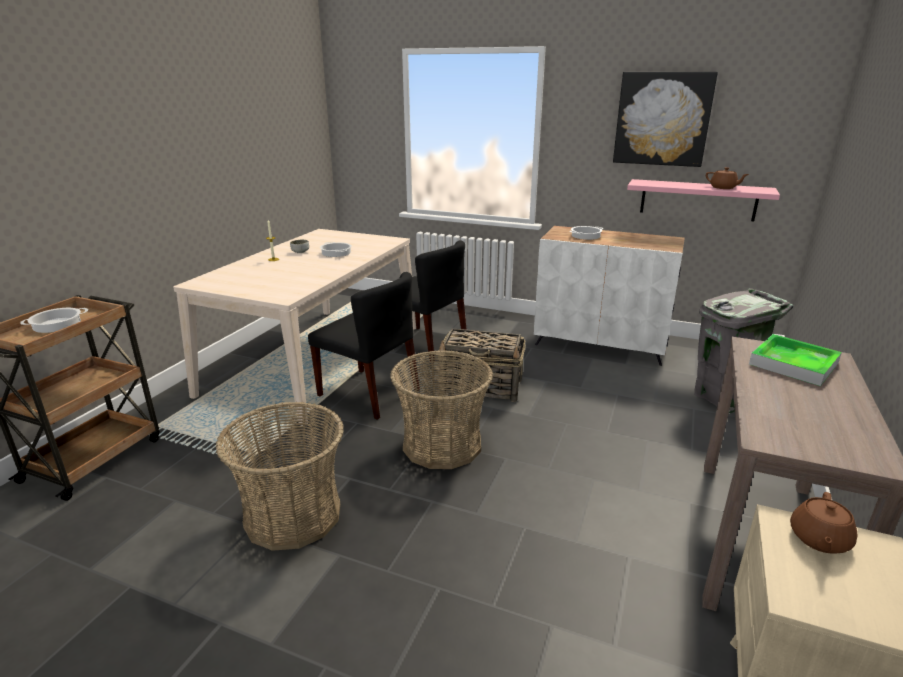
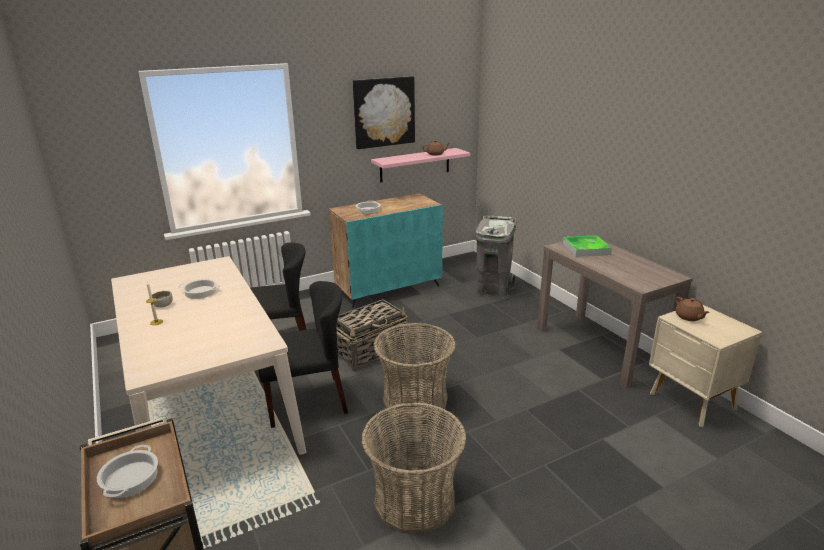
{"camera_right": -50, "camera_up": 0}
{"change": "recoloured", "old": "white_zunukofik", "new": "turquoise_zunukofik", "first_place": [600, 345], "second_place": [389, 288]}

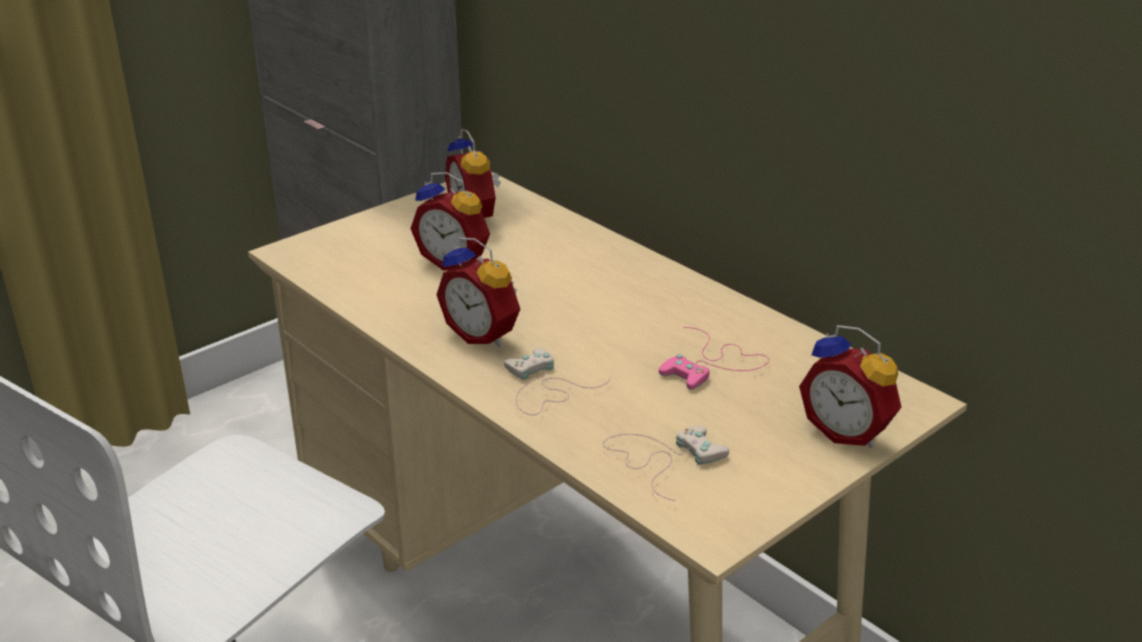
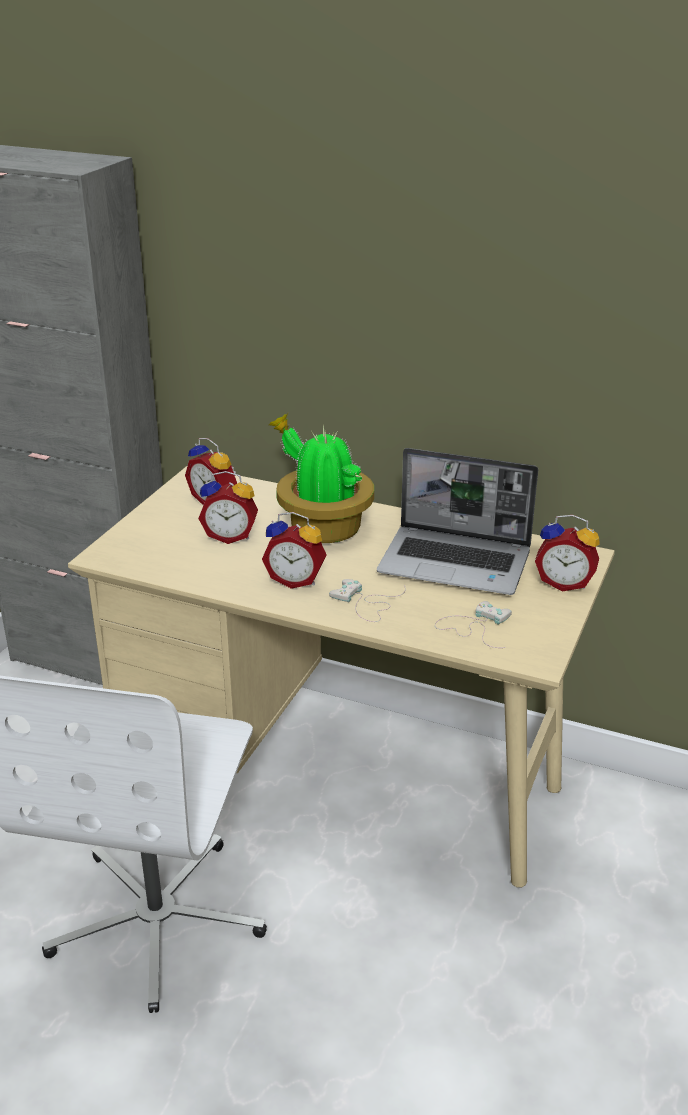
{"camera_right": -25, "camera_up": 0}
{"change": "replaced", "old": "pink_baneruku", "new": "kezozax", "first_place": [713, 364], "second_place": [457, 563]}
{"change": "added", "new": "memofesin", "second_place": [322, 528]}

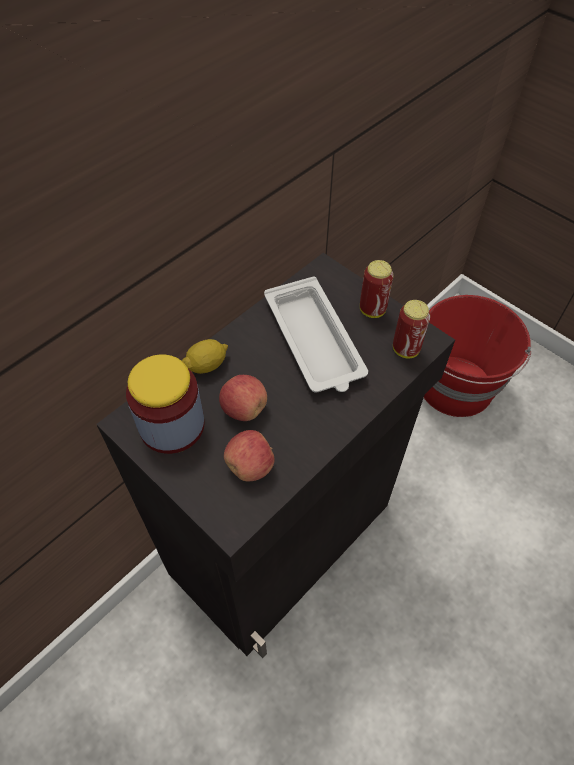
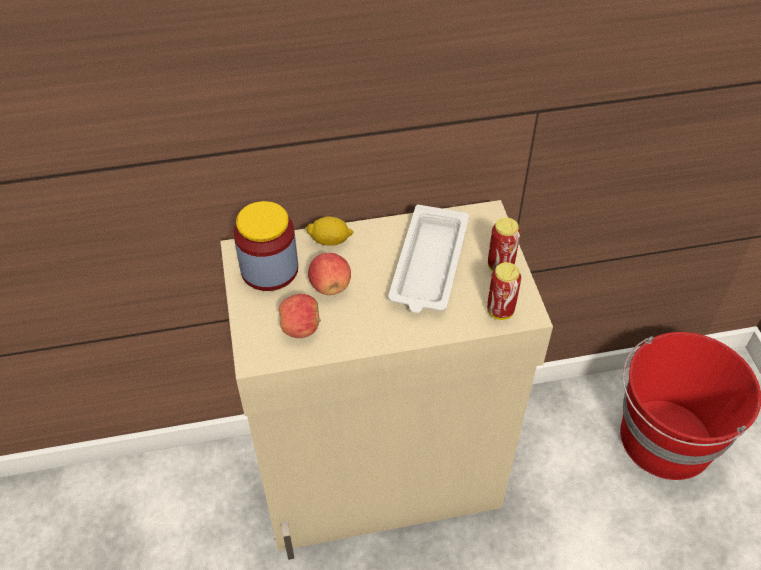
{"camera_right": 35, "camera_up": -5}
{"change": "recoloured", "old": "black_zunukofik", "new": "beige_zunukofik", "first_place": [285, 540], "second_place": [381, 477]}

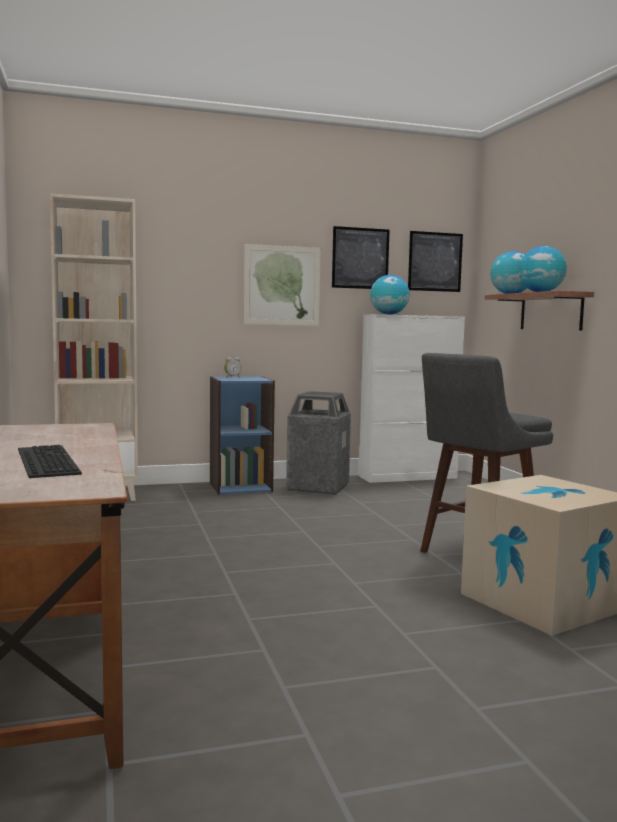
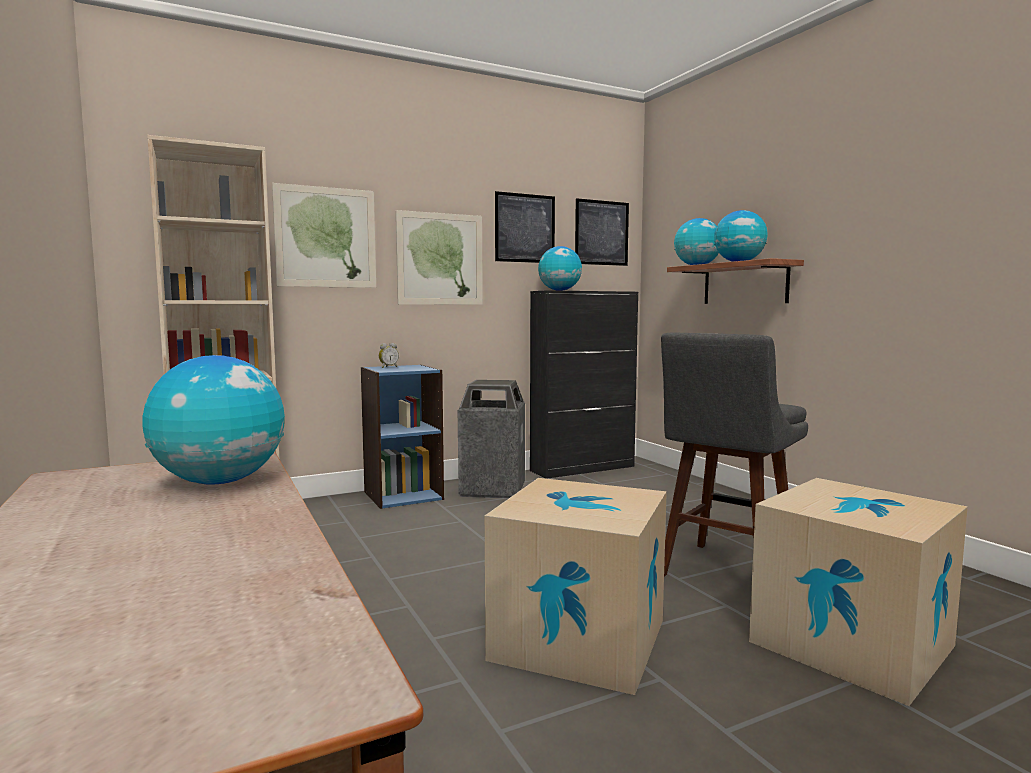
{"camera_right": -10, "camera_up": 0}
{"change": "removed", "old": "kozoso", "first_place": [43, 461]}
{"change": "recoloured", "old": "white_zunukofik", "new": "black_zunukofik", "first_place": [408, 477], "second_place": [583, 468]}
{"change": "added", "new": "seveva", "second_place": [220, 482]}
{"change": "added", "new": "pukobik", "second_place": [326, 237]}
{"change": "added", "new": "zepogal", "second_place": [579, 639]}

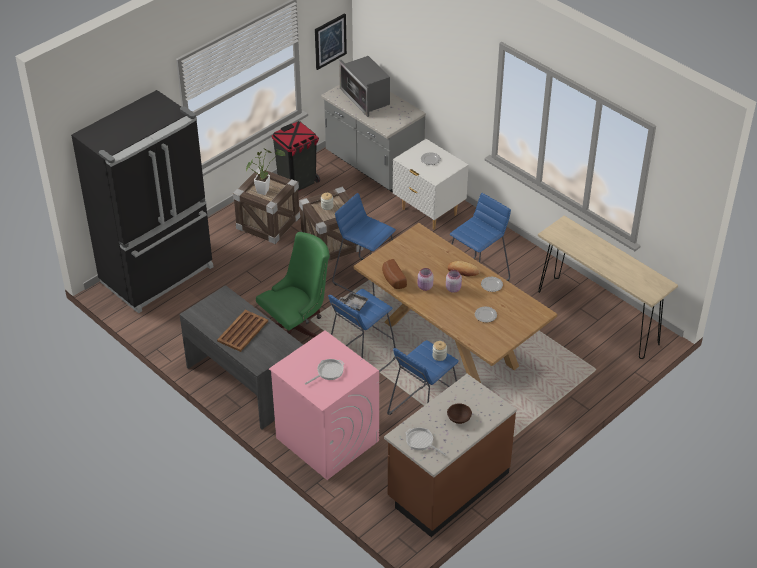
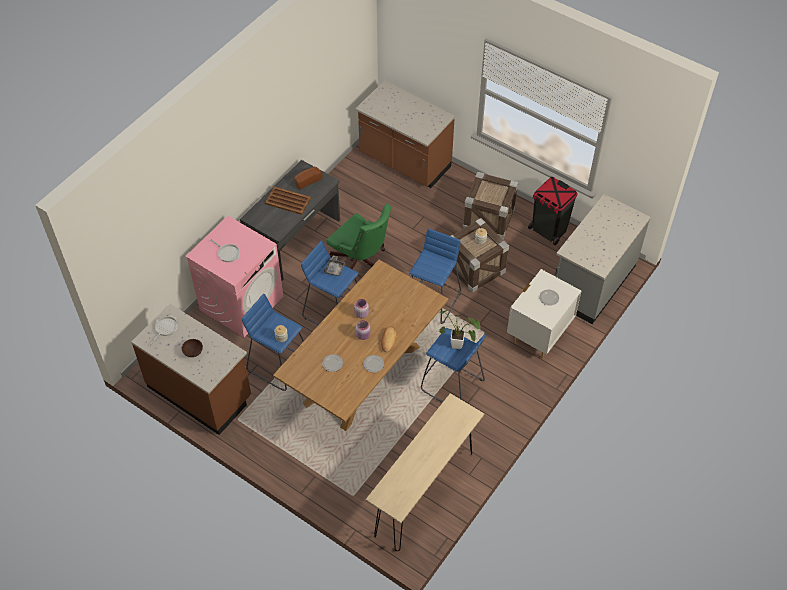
{"camera_right": 80, "camera_up": 10}
{"change": "replaced", "old": "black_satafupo", "new": "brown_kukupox", "first_place": [159, 275], "second_place": [404, 162]}
{"change": "moved", "old": "memofesin", "first_place": [264, 190], "second_place": [459, 345]}
{"change": "removed", "old": "pukobik", "first_place": [330, 41]}
{"change": "removed", "old": "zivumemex", "first_place": [366, 98]}
{"change": "moved", "old": "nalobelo", "first_place": [392, 280], "second_place": [307, 180]}

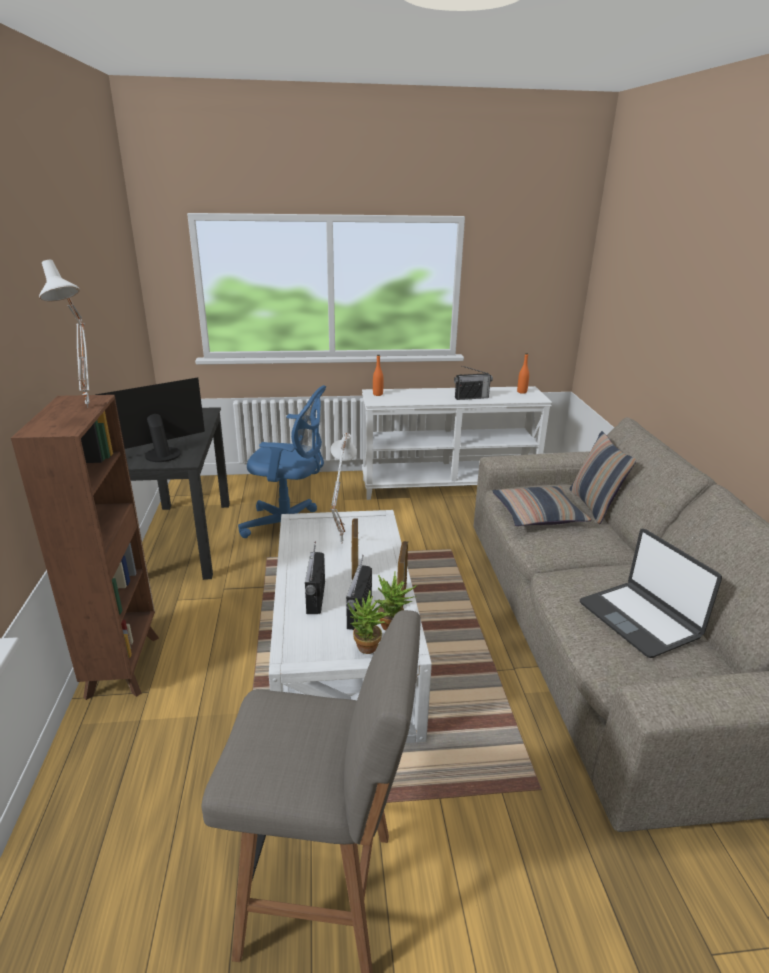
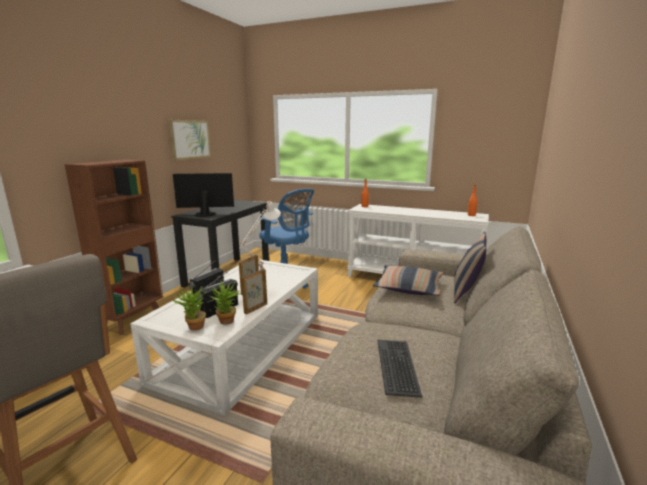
{"camera_right": 30, "camera_up": -10}
{"change": "removed", "old": "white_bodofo", "first_place": [91, 406]}
{"change": "removed", "old": "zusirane", "first_place": [471, 397]}
{"change": "replaced", "old": "kezozax", "new": "kozoso", "first_place": [640, 619], "second_place": [398, 366]}
{"change": "added", "new": "pukobik", "second_place": [189, 139]}

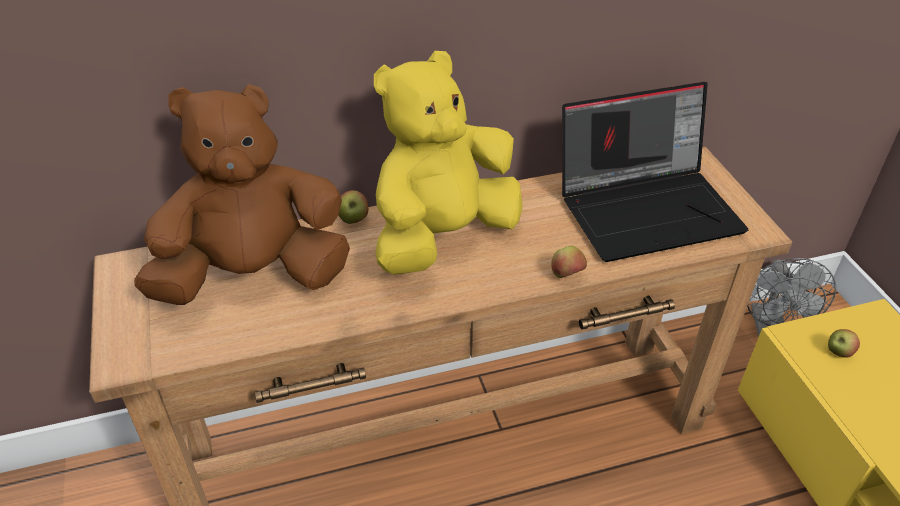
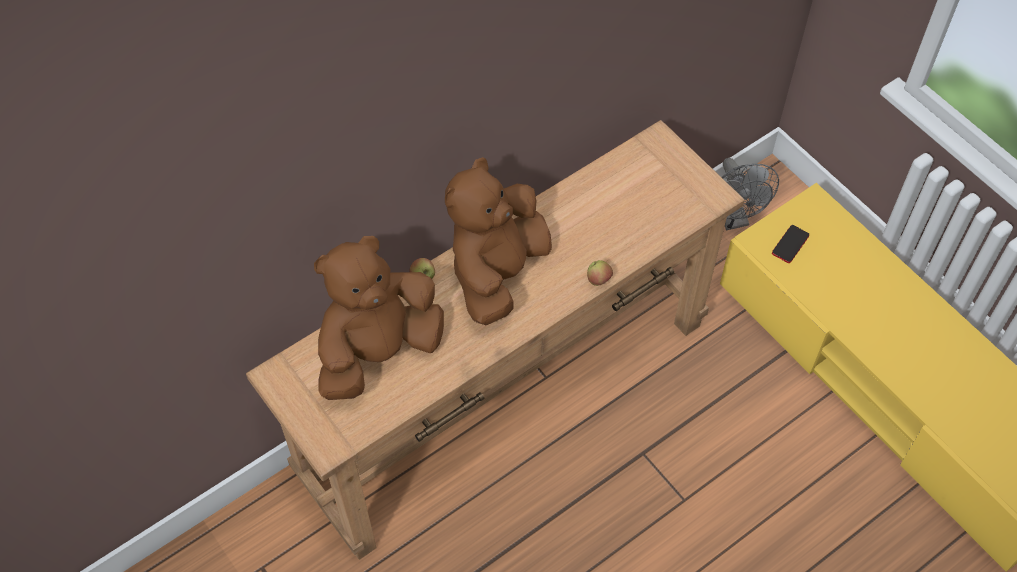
{"camera_right": -20, "camera_up": 15}
{"change": "recoloured", "old": "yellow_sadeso", "new": "brown_sadeso", "first_place": [442, 236], "second_place": [497, 273]}
{"change": "removed", "old": "kezozax", "first_place": [648, 208]}
{"change": "replaced", "old": "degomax", "new": "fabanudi", "first_place": [838, 352], "second_place": [790, 244]}

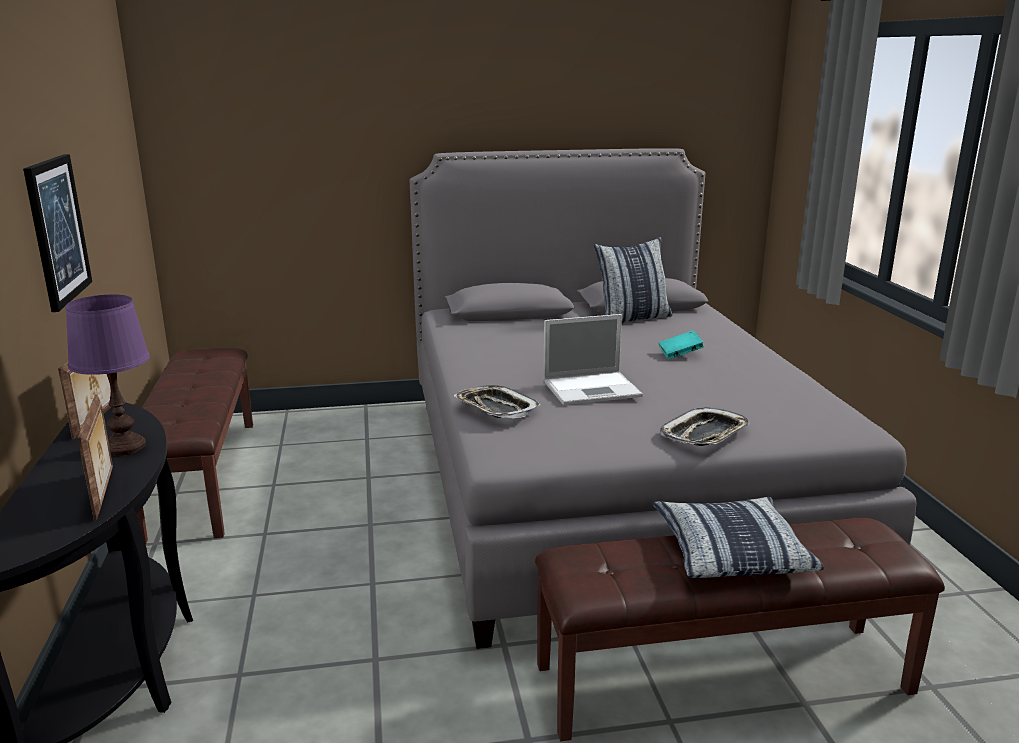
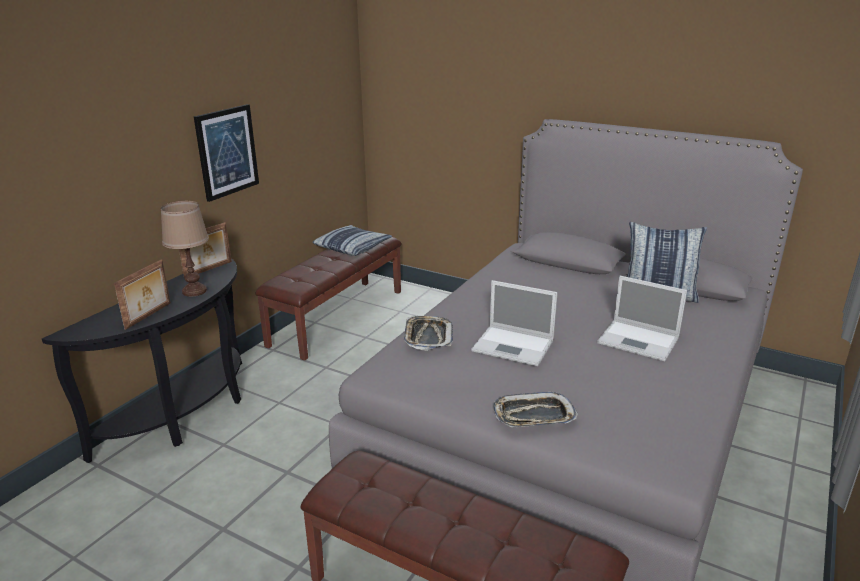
{"camera_right": 40, "camera_up": 5}
{"change": "recoloured", "old": "purple_bodofo", "new": "brown_bodofo", "first_place": [124, 447], "second_place": [194, 291]}
{"change": "moved", "old": "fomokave", "first_place": [731, 551], "second_place": [353, 247]}
{"change": "replaced", "old": "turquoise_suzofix", "new": "kezozax", "first_place": [680, 354], "second_place": [640, 341]}

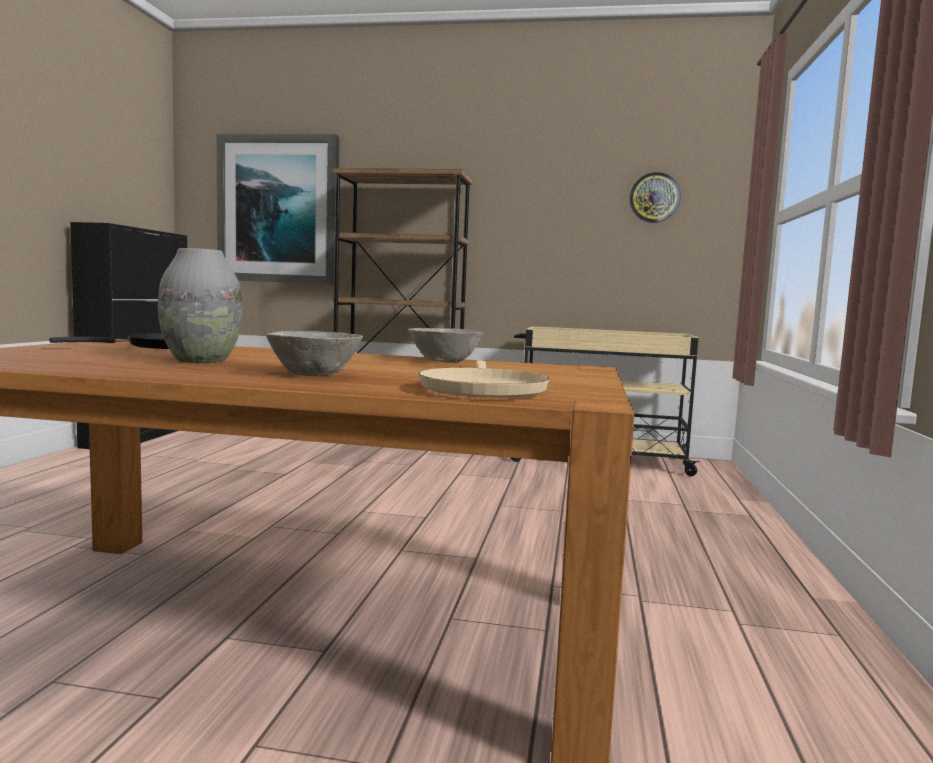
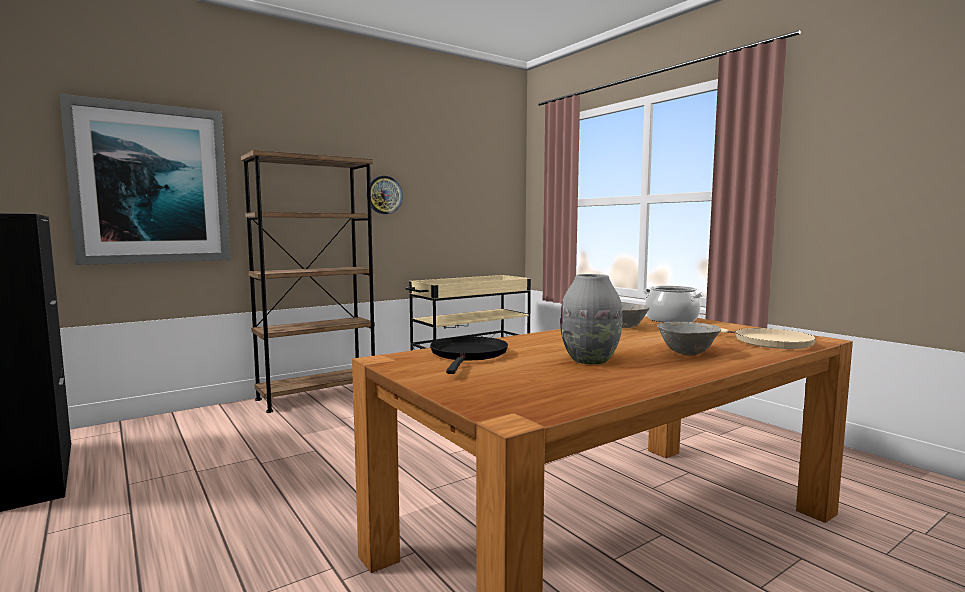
{"camera_right": -45, "camera_up": 0}
{"change": "moved", "old": "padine", "first_place": [654, 197], "second_place": [384, 195]}
{"change": "added", "new": "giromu", "second_place": [671, 320]}

